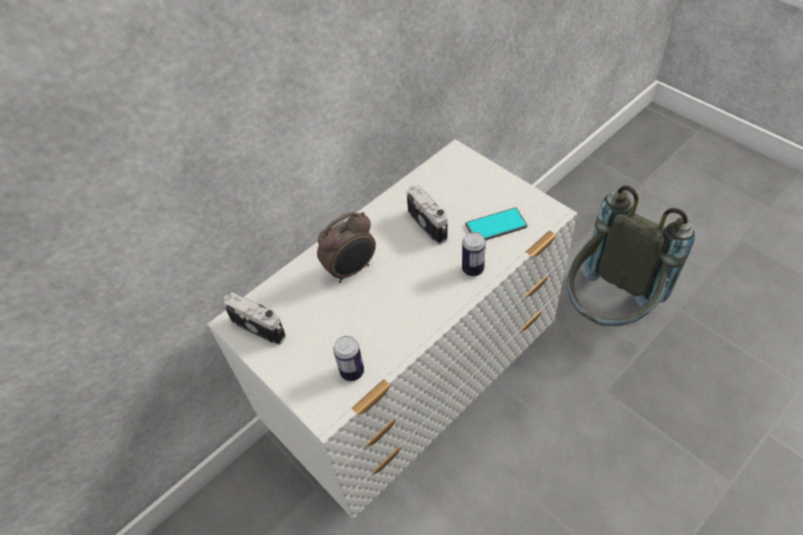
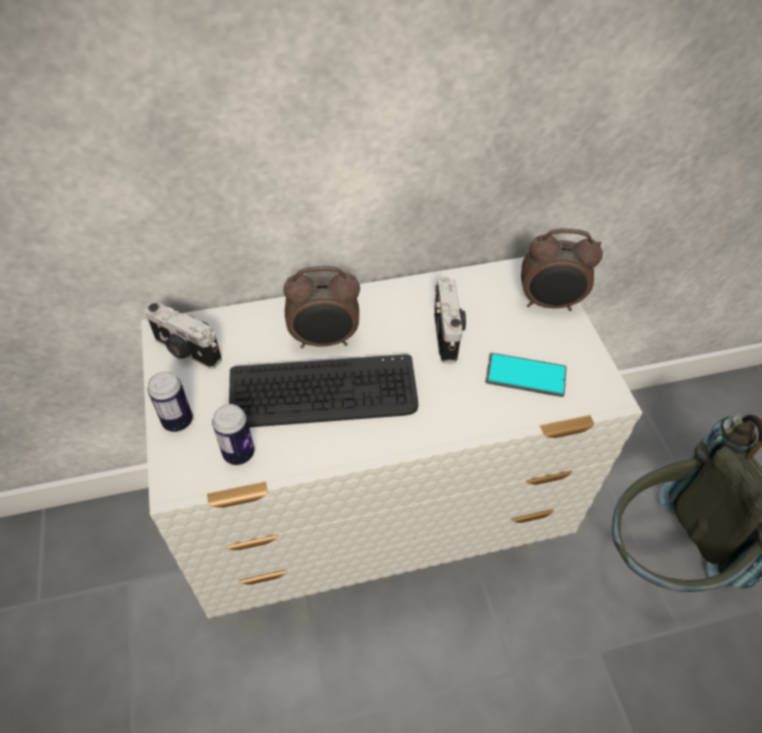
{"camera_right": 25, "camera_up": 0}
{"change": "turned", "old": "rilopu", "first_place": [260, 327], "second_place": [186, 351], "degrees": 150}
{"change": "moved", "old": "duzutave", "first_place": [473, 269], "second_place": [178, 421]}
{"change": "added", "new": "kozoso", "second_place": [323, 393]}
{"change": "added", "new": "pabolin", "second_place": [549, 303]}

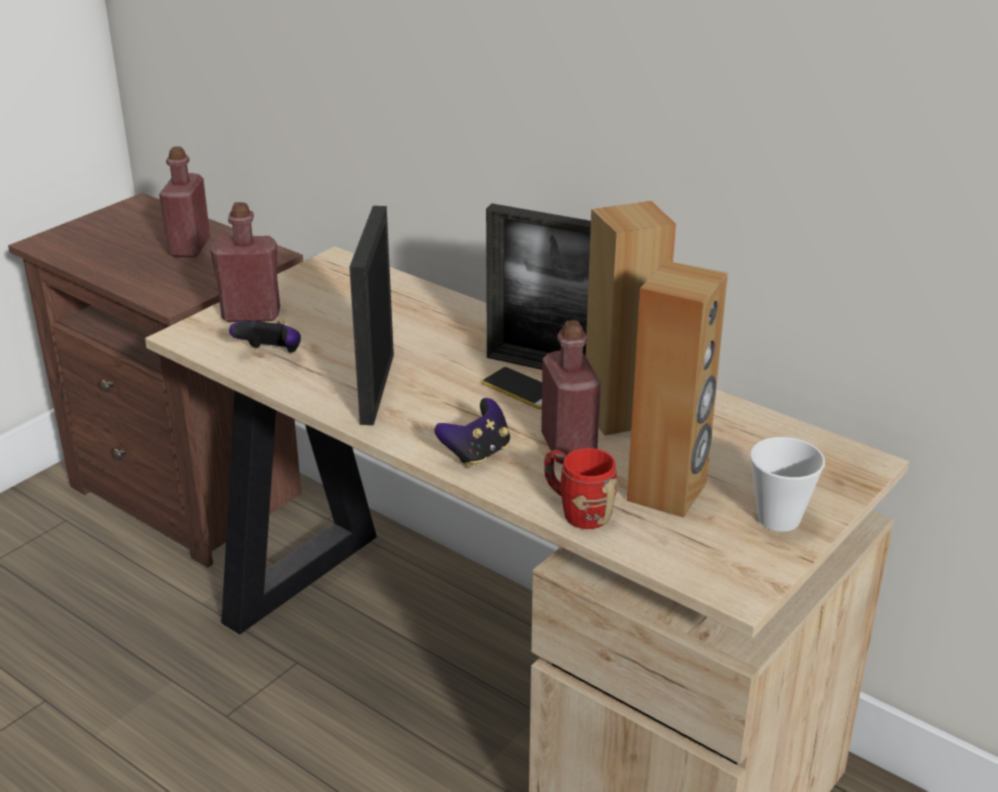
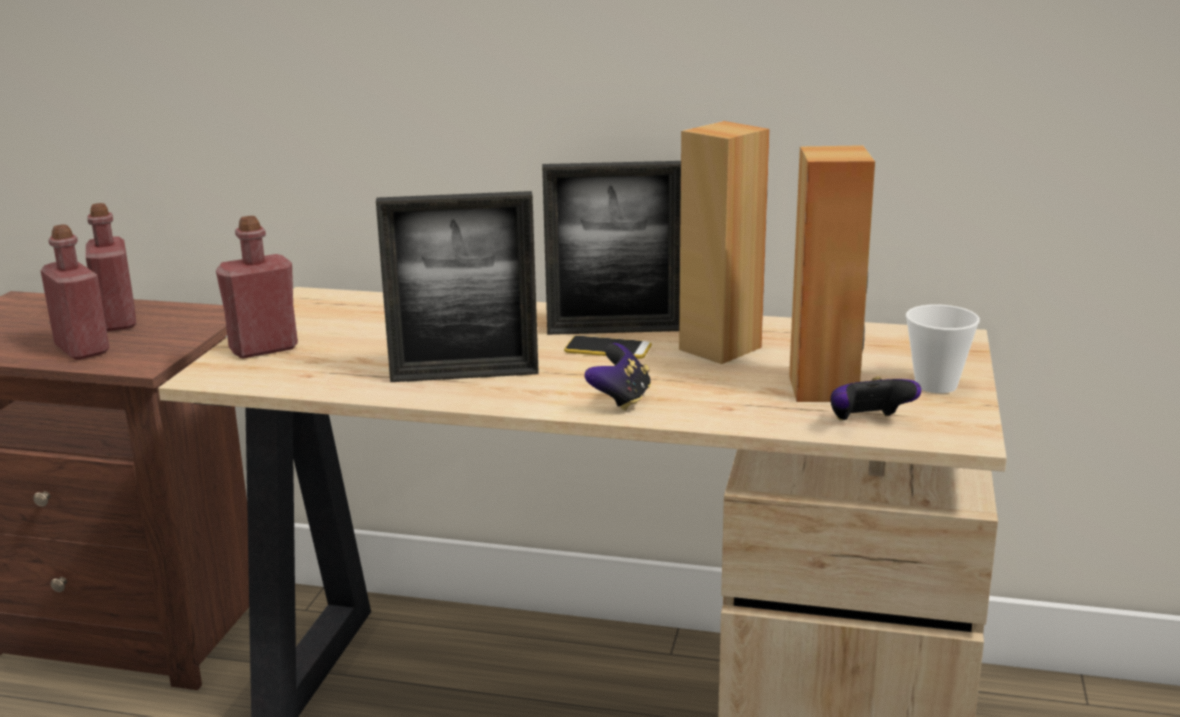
{"camera_right": -25, "camera_up": -10}
{"change": "moved", "old": "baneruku", "first_place": [271, 354], "second_place": [868, 423]}
{"change": "turned", "old": "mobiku", "first_place": [377, 388], "second_place": [464, 375], "degrees": -75}
{"change": "moved", "old": "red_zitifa", "first_place": [568, 447], "second_place": [82, 349]}
{"change": "removed", "old": "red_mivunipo", "first_place": [577, 511]}

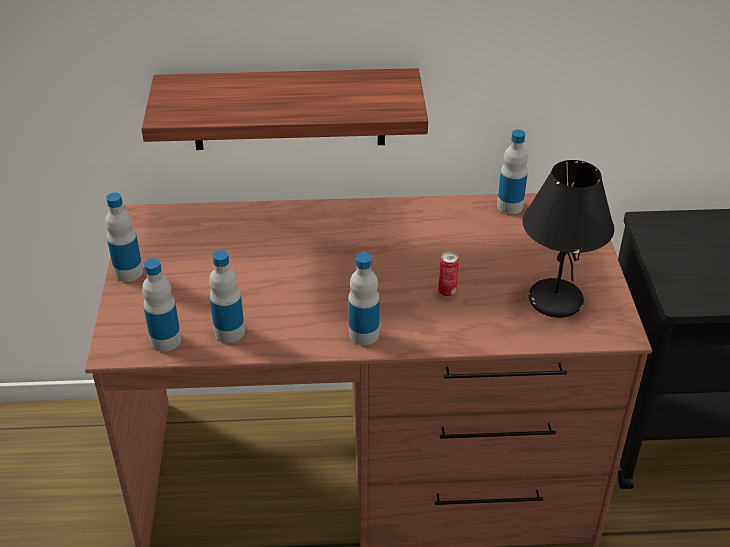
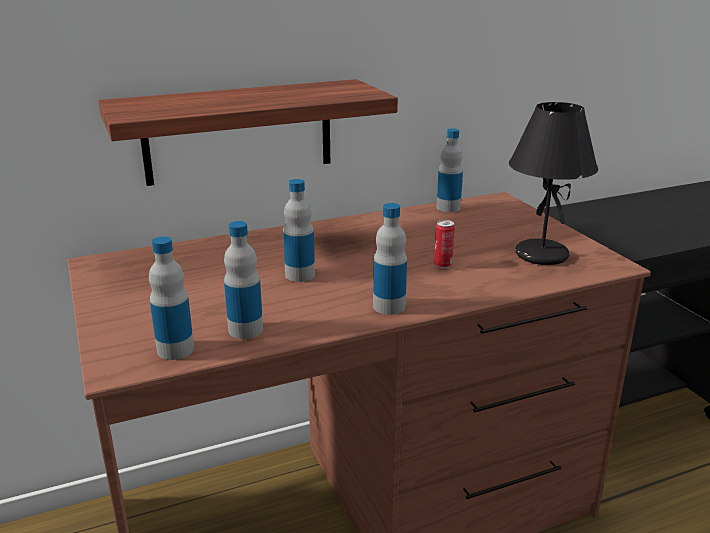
{"camera_right": -20, "camera_up": -15}
{"change": "moved", "old": "zitifa", "first_place": [128, 272], "second_place": [300, 275]}

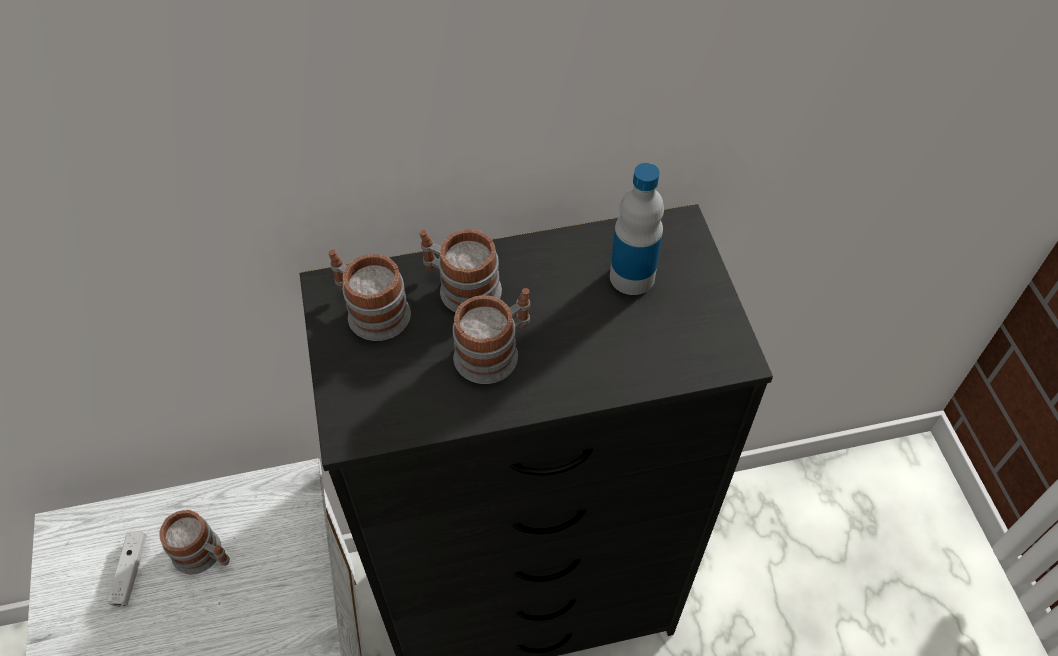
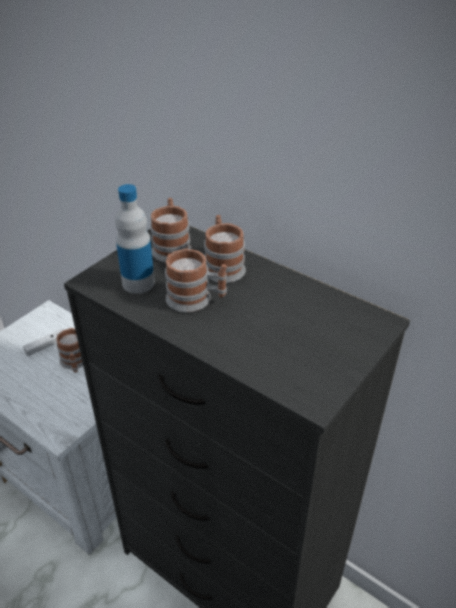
{"camera_right": 50, "camera_up": -15}
{"change": "moved", "old": "zitifa", "first_place": [632, 277], "second_place": [138, 283]}

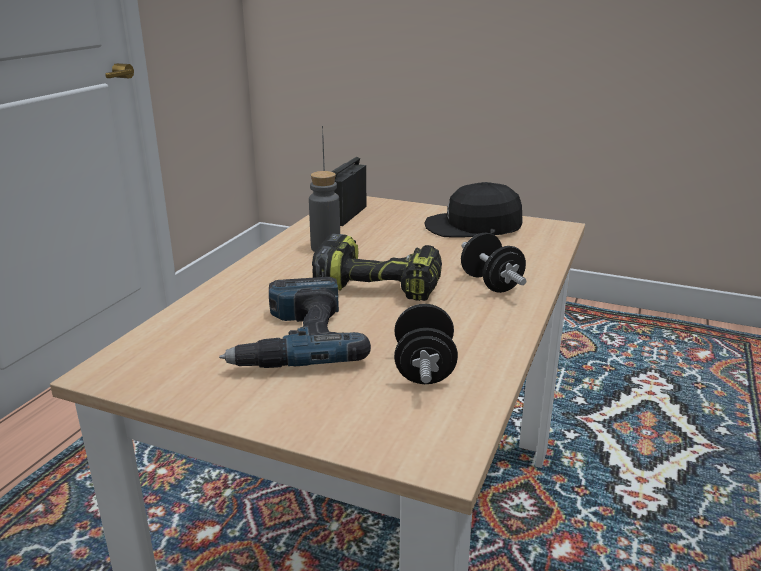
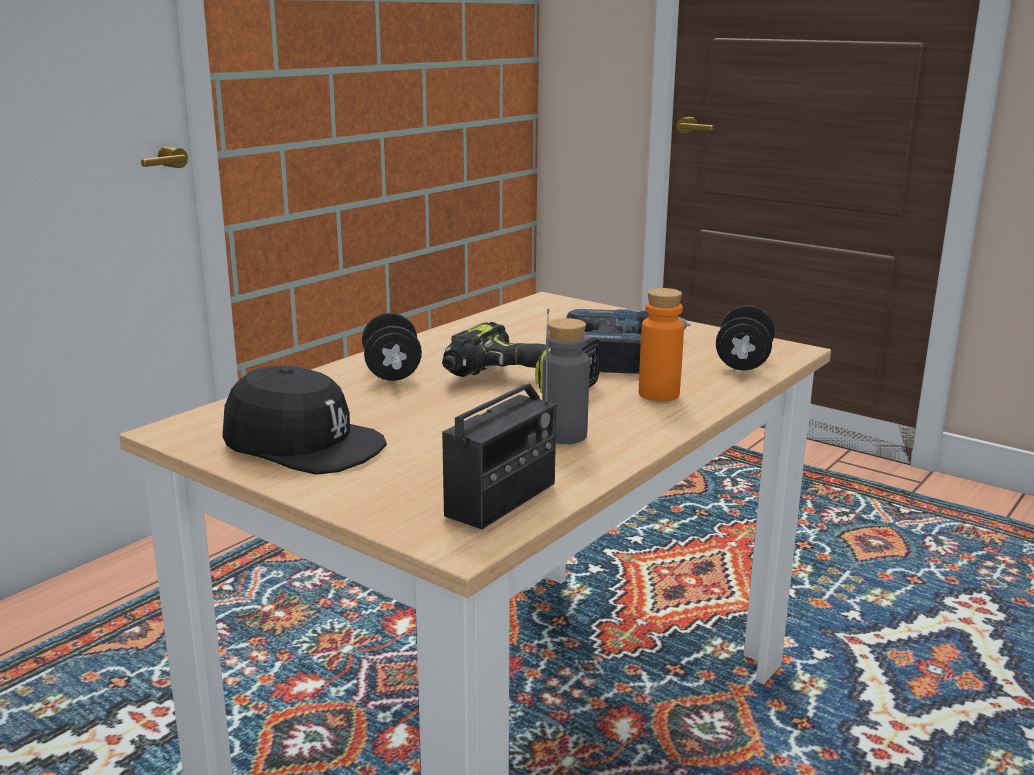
{"camera_right": -165, "camera_up": -5}
{"change": "moved", "old": "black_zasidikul", "first_place": [424, 369], "second_place": [743, 363]}
{"change": "added", "new": "orange_zitifa", "second_place": [659, 394]}

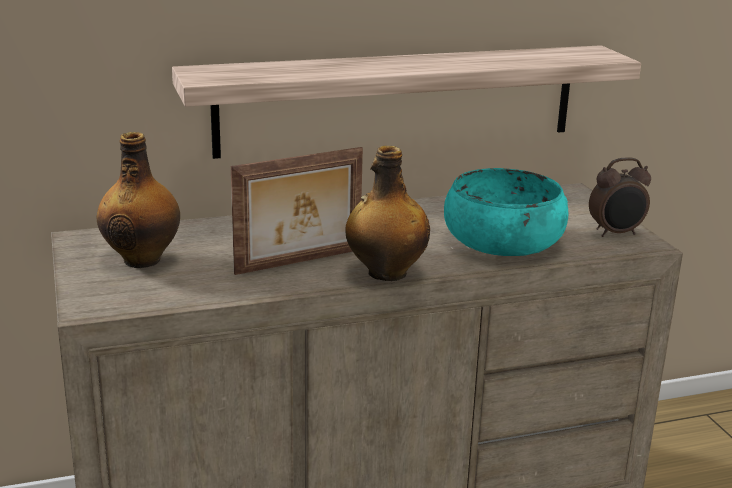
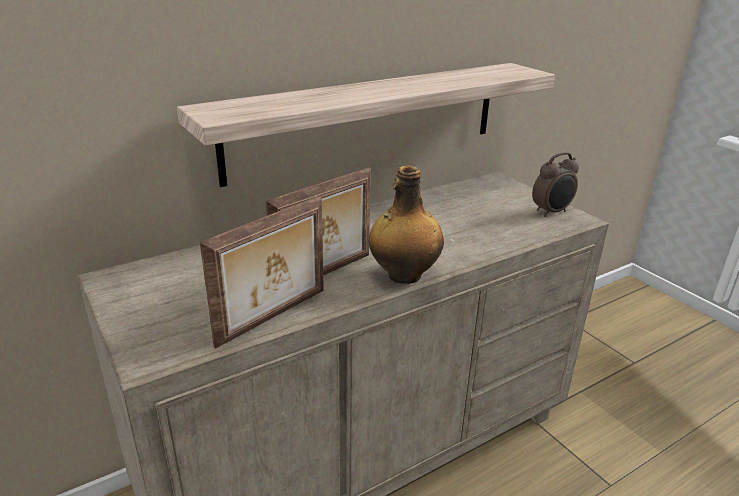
{"camera_right": -15, "camera_up": 5}
{"change": "removed", "old": "zitifa", "first_place": [142, 259]}
{"change": "removed", "old": "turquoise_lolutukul", "first_place": [502, 241]}
{"change": "added", "new": "mobiku", "second_place": [274, 317]}

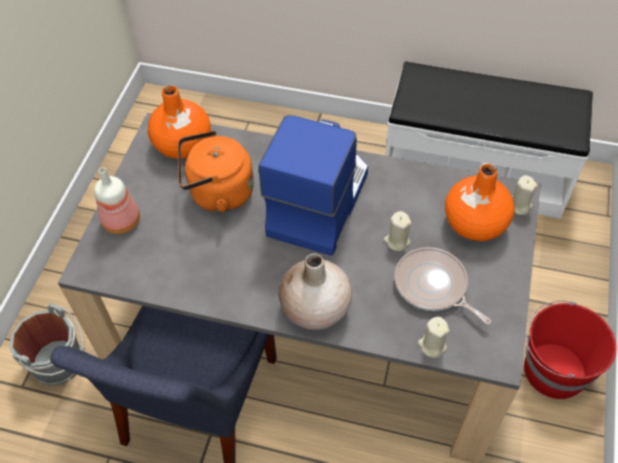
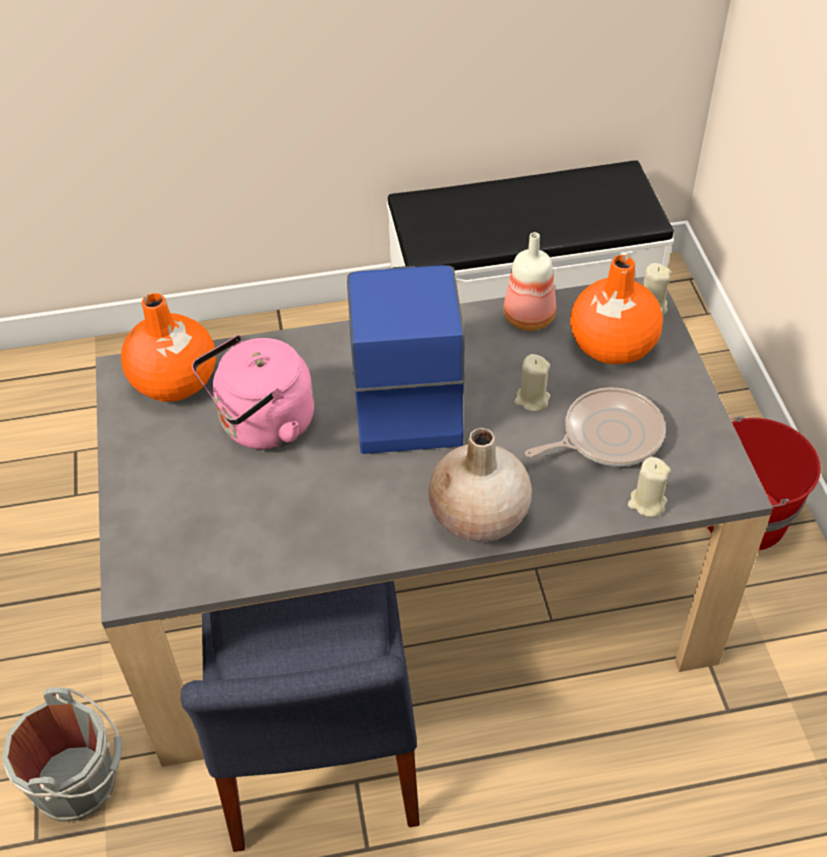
{"camera_right": -25, "camera_up": -5}
{"change": "moved", "old": "zitifa", "first_place": [122, 220], "second_place": [528, 316]}
{"change": "recoloured", "old": "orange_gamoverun", "new": "pink_gamoverun", "first_place": [217, 193], "second_place": [262, 425]}
{"change": "turned", "old": "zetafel", "first_place": [433, 286], "second_place": [607, 435], "degrees": 135}

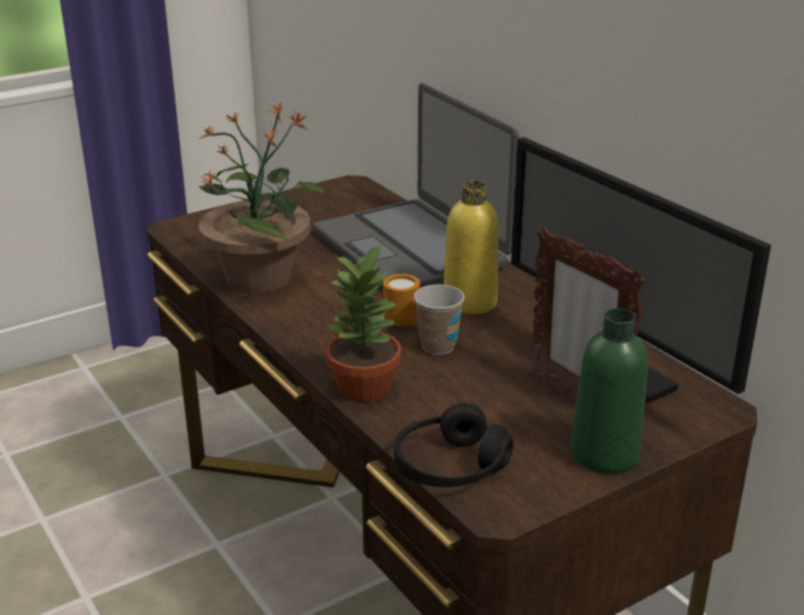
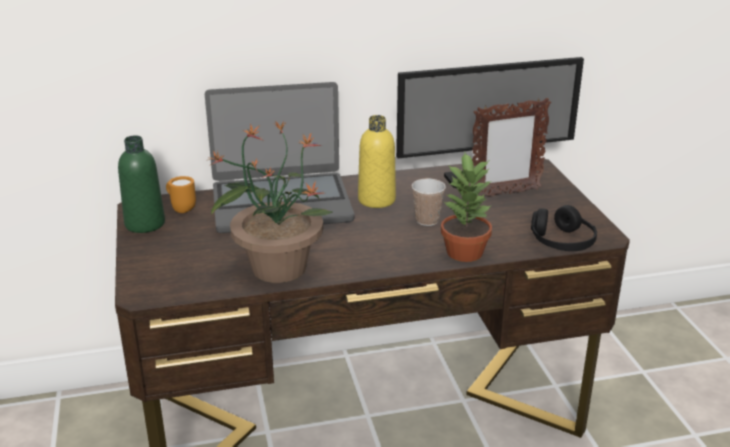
{"camera_right": -70, "camera_up": 0}
{"change": "moved", "old": "orange_mivunipo", "first_place": [402, 320], "second_place": [181, 209]}
{"change": "moved", "old": "green_zitifa", "first_place": [604, 454], "second_place": [145, 224]}

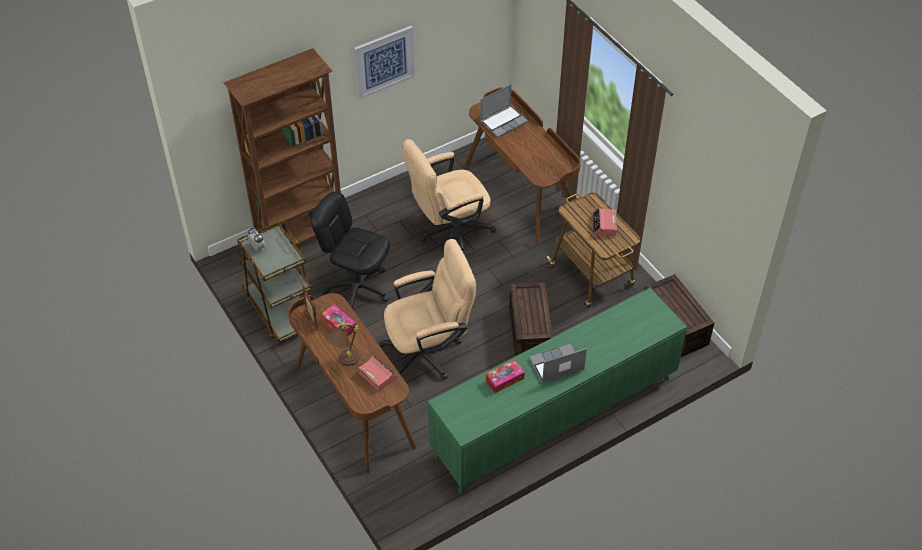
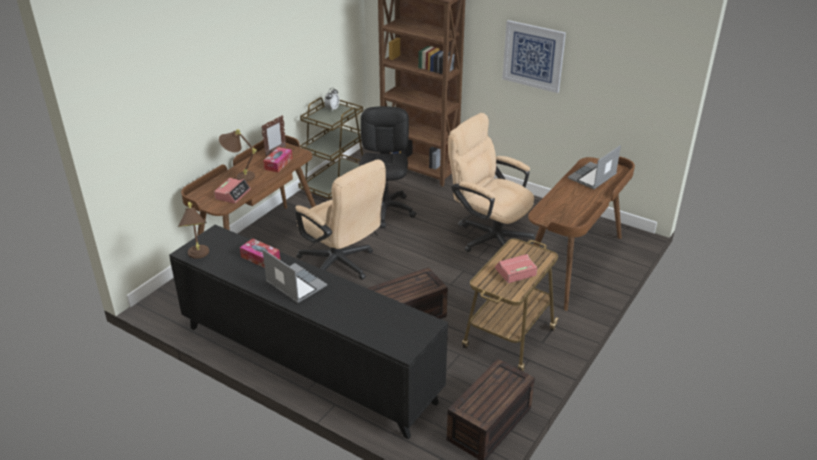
{"camera_right": 65, "camera_up": -15}
{"change": "recoloured", "old": "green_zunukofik", "new": "black_zunukofik", "first_place": [555, 417], "second_place": [308, 364]}
{"change": "turned", "old": "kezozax", "first_place": [503, 121], "second_place": [592, 177], "degrees": 105}
{"change": "added", "new": "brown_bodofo", "second_place": [198, 257]}

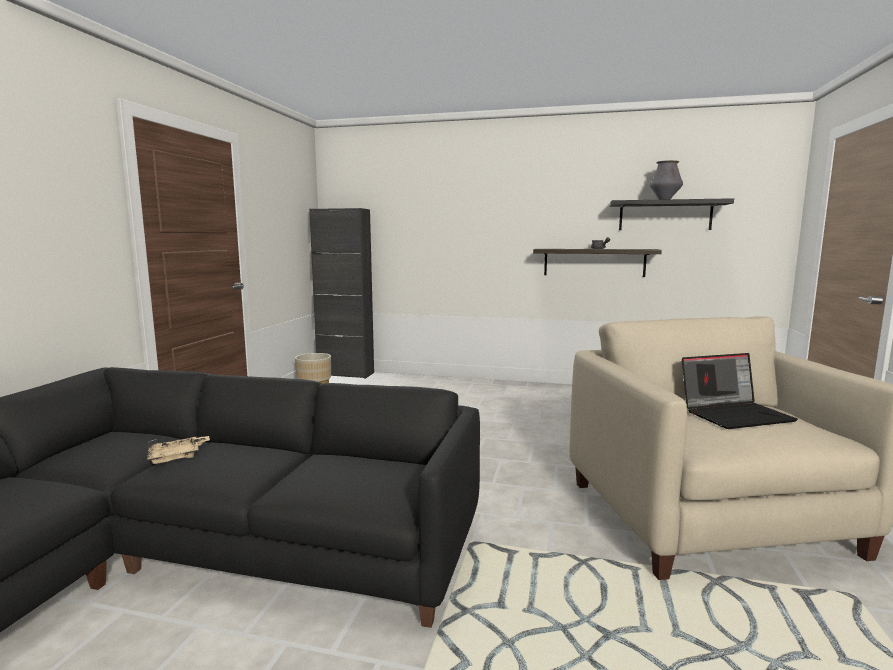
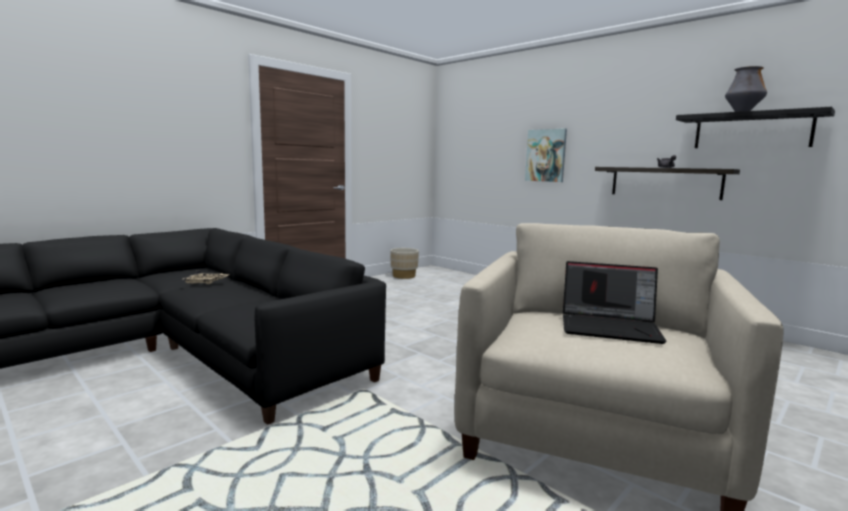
{"camera_right": 30, "camera_up": 0}
{"change": "removed", "old": "black_zunukofik", "first_place": [345, 374]}
{"change": "added", "new": "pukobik", "second_place": [546, 155]}

